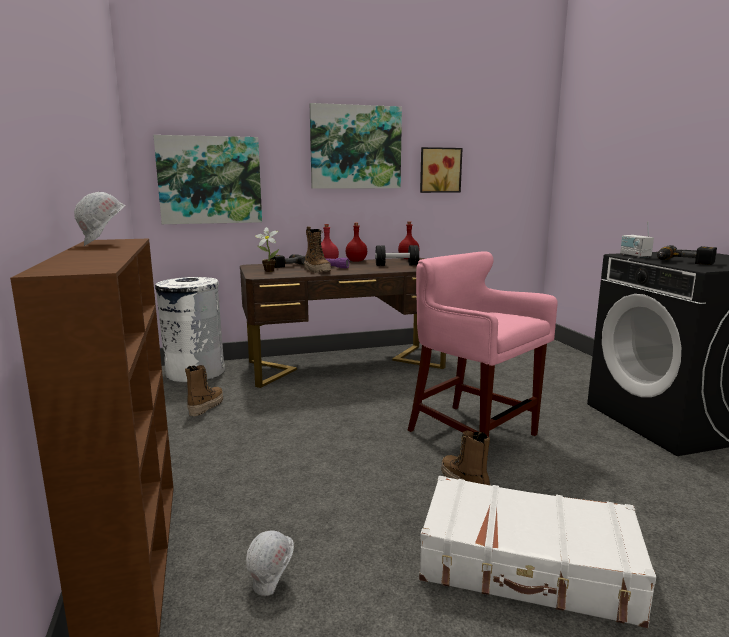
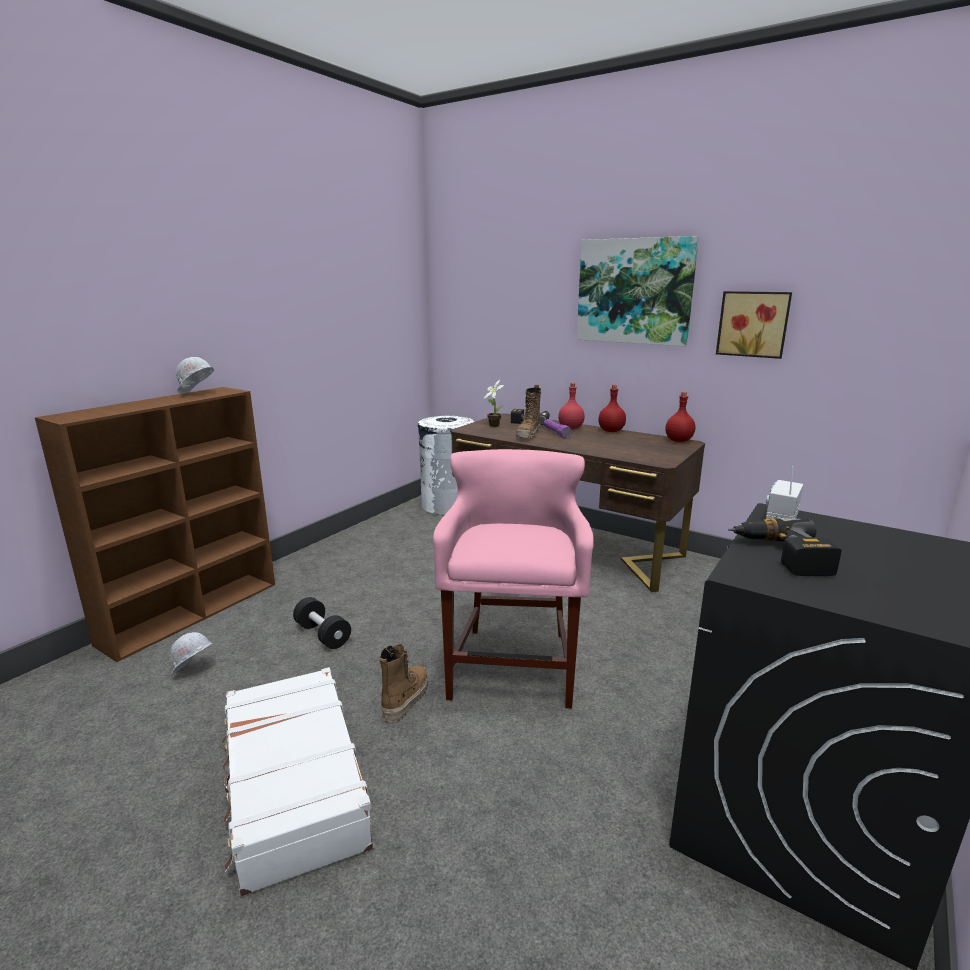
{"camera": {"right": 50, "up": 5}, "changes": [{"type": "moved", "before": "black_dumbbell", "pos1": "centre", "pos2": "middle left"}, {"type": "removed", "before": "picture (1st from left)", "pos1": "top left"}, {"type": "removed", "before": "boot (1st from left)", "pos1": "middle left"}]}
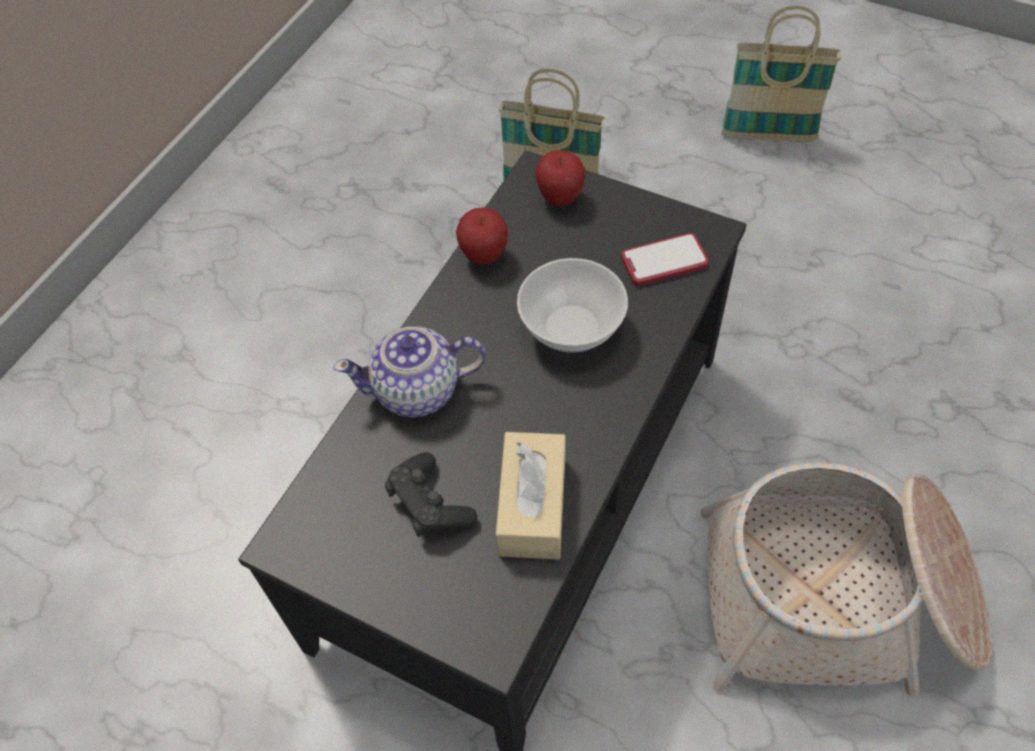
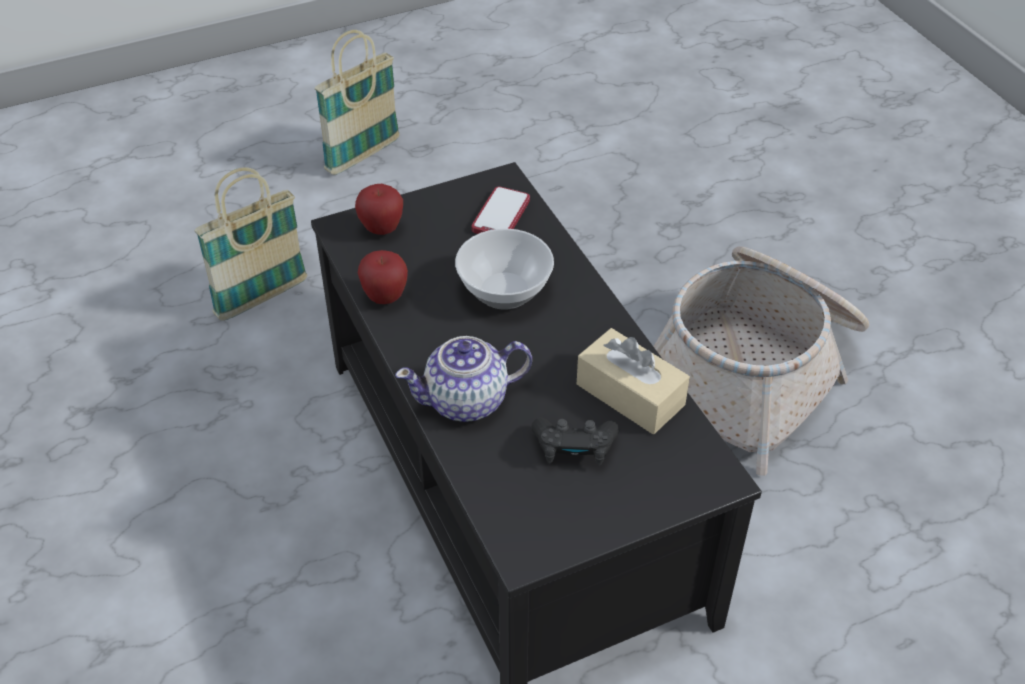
{"camera": {"right": -55, "up": -10}, "changes": [{"type": "turned", "before": "teapot", "pos1": "centre", "pos2": "centre", "turn": 45}]}
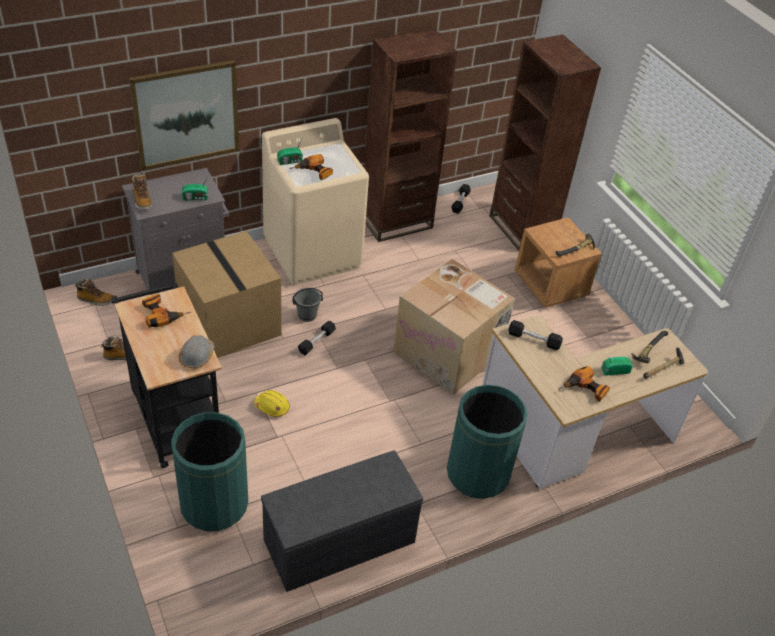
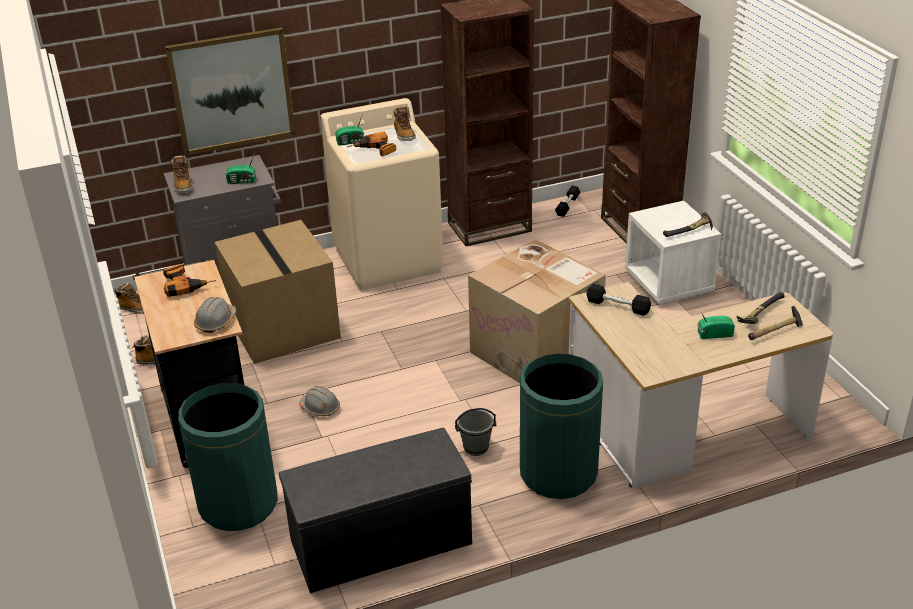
{"camera": {"right": 10, "up": -10}, "changes": [{"type": "recoloured", "before": "yellow_hard_hat", "after": "grey_hard_hat (2nd from left)", "pos1": "centre", "pos2": "centre"}, {"type": "added", "after": "boot (4th from left)", "pos2": "top centre"}, {"type": "moved", "before": "grey_bucket", "pos1": "centre", "pos2": "bottom centre"}, {"type": "recoloured", "before": "brown_nightstand", "after": "white_nightstand", "pos1": "middle right", "pos2": "middle right"}, {"type": "removed", "before": "black_dumbbell (1st from left)", "pos1": "centre"}, {"type": "removed", "before": "power_drill (3rd from left)", "pos1": "middle right"}]}
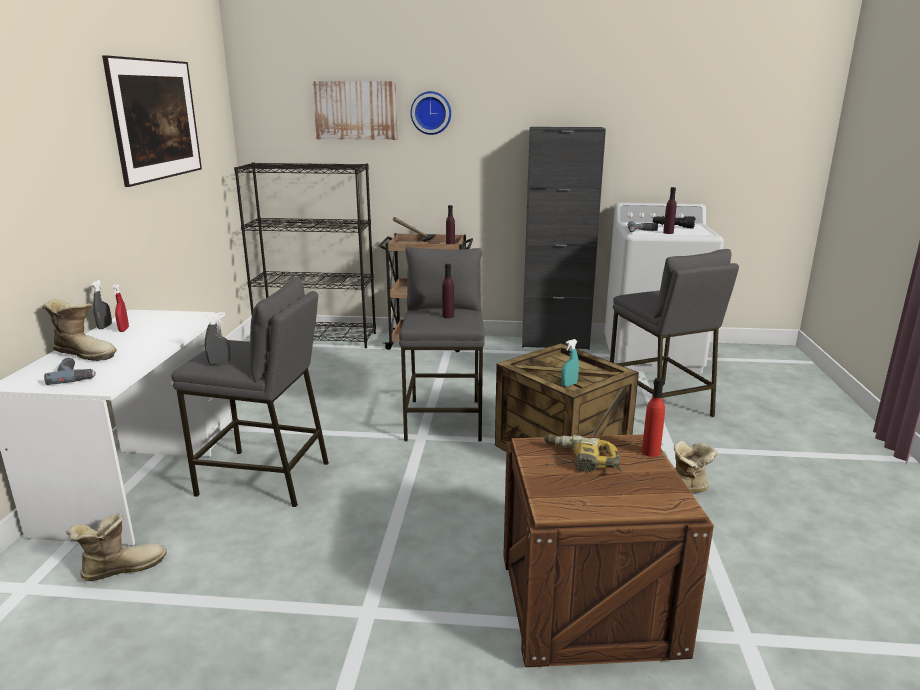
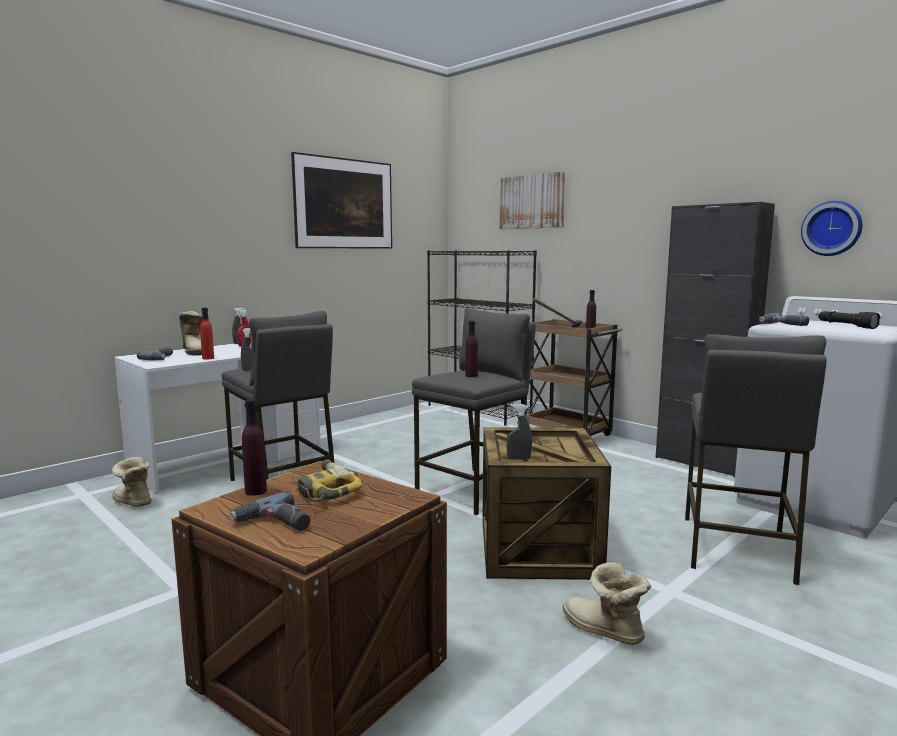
{"camera": {"right": 40, "up": -10}, "changes": [{"type": "turned", "before": "boot (2nd from left in the first image)", "pos1": "bottom left", "pos2": "middle left", "turn": -150}, {"type": "moved", "before": "red_bottle", "pos1": "middle right", "pos2": "middle left"}, {"type": "added", "after": "power_drill (2nd from left)", "pos2": "bottom left"}, {"type": "moved", "before": "purple_bottle (3rd from left in the first image)", "after": "purple_bottle (1st from left)", "pos1": "top right", "pos2": "middle left"}, {"type": "recoloured", "before": "turquoise_spray_bottle", "after": "grey_spray_bottle (3rd from left)", "pos1": "centre", "pos2": "centre"}, {"type": "moved", "before": "wall_clock", "pos1": "top centre", "pos2": "top right"}]}
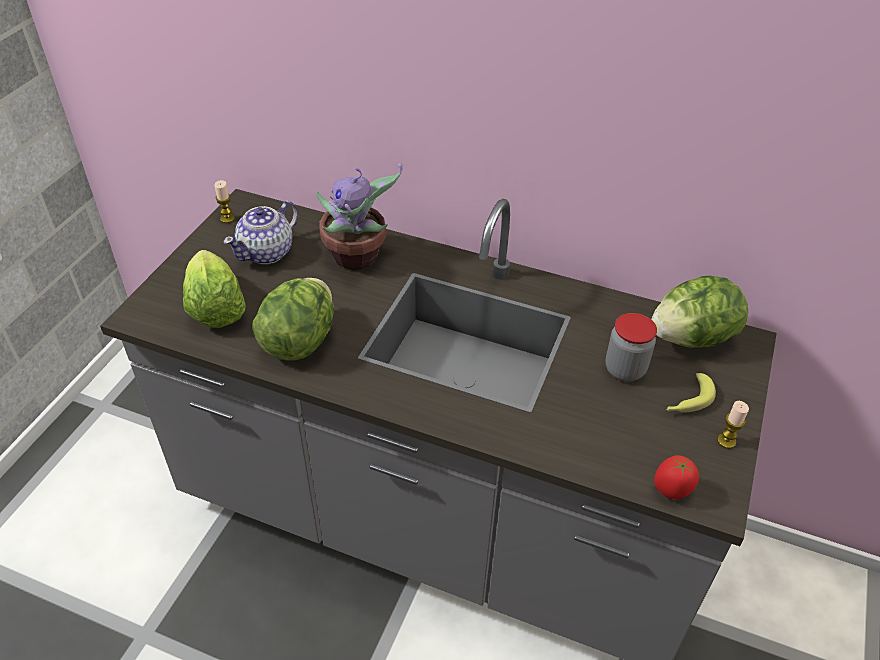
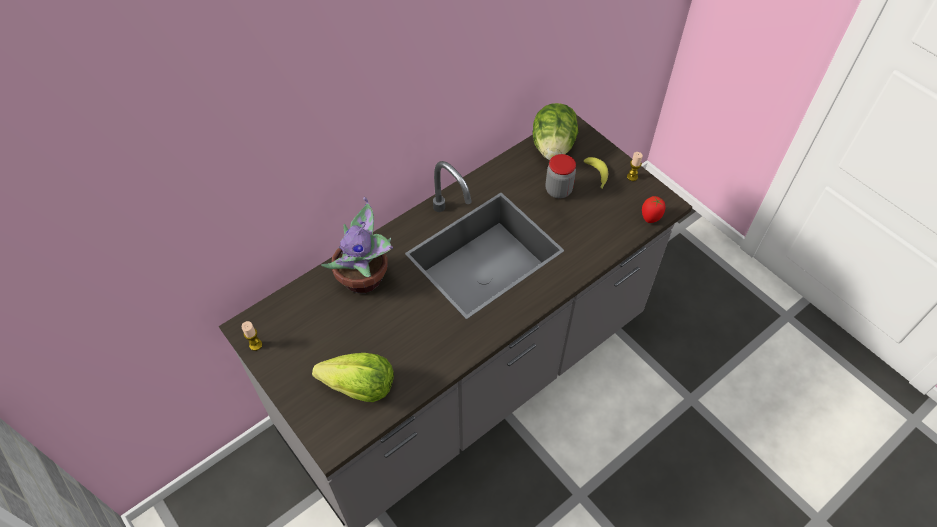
{"camera": {"right": -60, "up": 10}, "changes": [{"type": "removed", "before": "teapot", "pos1": "middle left"}, {"type": "removed", "before": "lettuce (2nd from left)", "pos1": "middle left"}]}
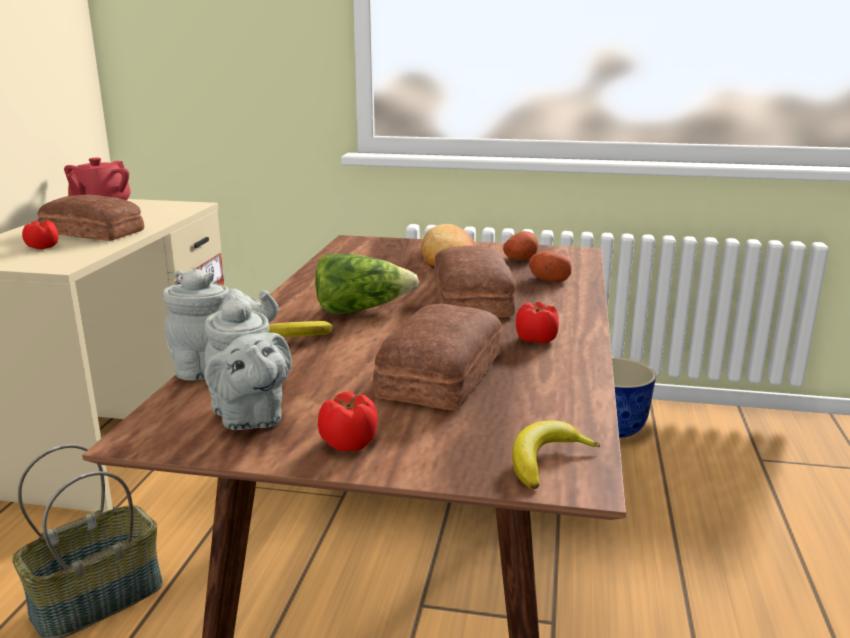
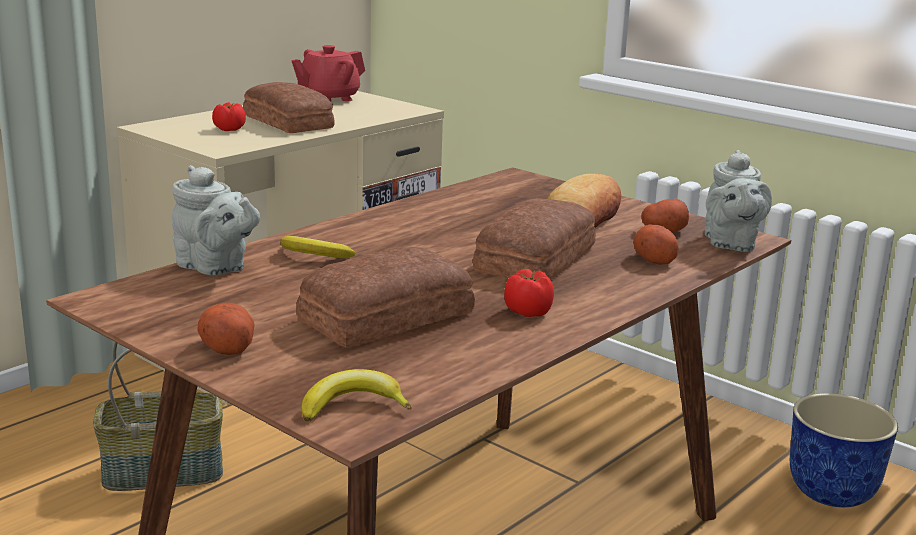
{"camera": {"right": 30, "up": 0}, "changes": [{"type": "replaced", "before": "tomato (2nd from left)", "after": "potato (1st from left)", "pos1": "centre", "pos2": "middle left"}, {"type": "moved", "before": "grey_teapot (2nd from left)", "pos1": "middle left", "pos2": "middle right"}, {"type": "removed", "before": "lettuce", "pos1": "centre"}]}
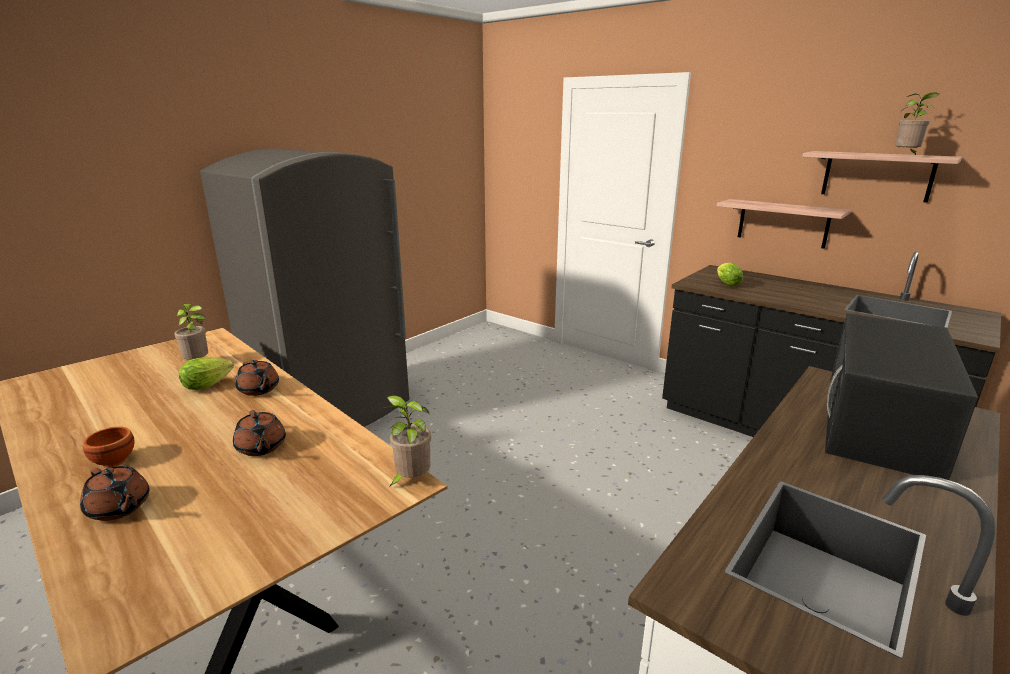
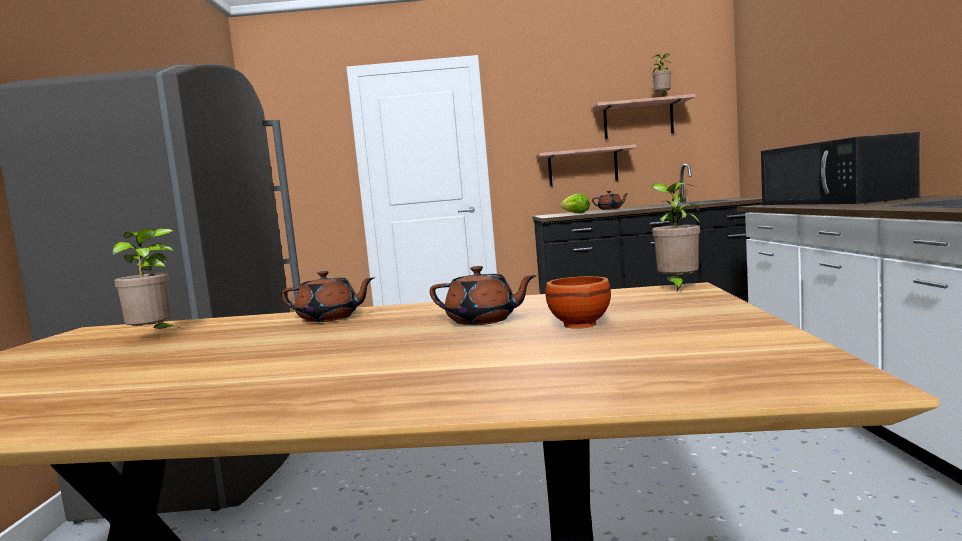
{"camera": {"right": -40, "up": -15}, "changes": [{"type": "moved", "before": "brown_bowl", "pos1": "middle left", "pos2": "centre"}, {"type": "moved", "before": "brown_teapot (1st from left in the first image)", "after": "brown_teapot (3rd from left)", "pos1": "bottom left", "pos2": "centre"}, {"type": "removed", "before": "lettuce (1st from left)", "pos1": "middle left"}]}
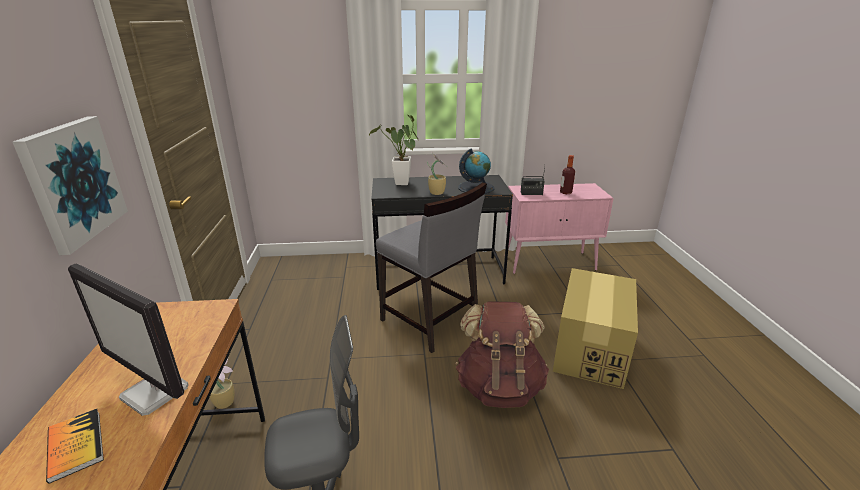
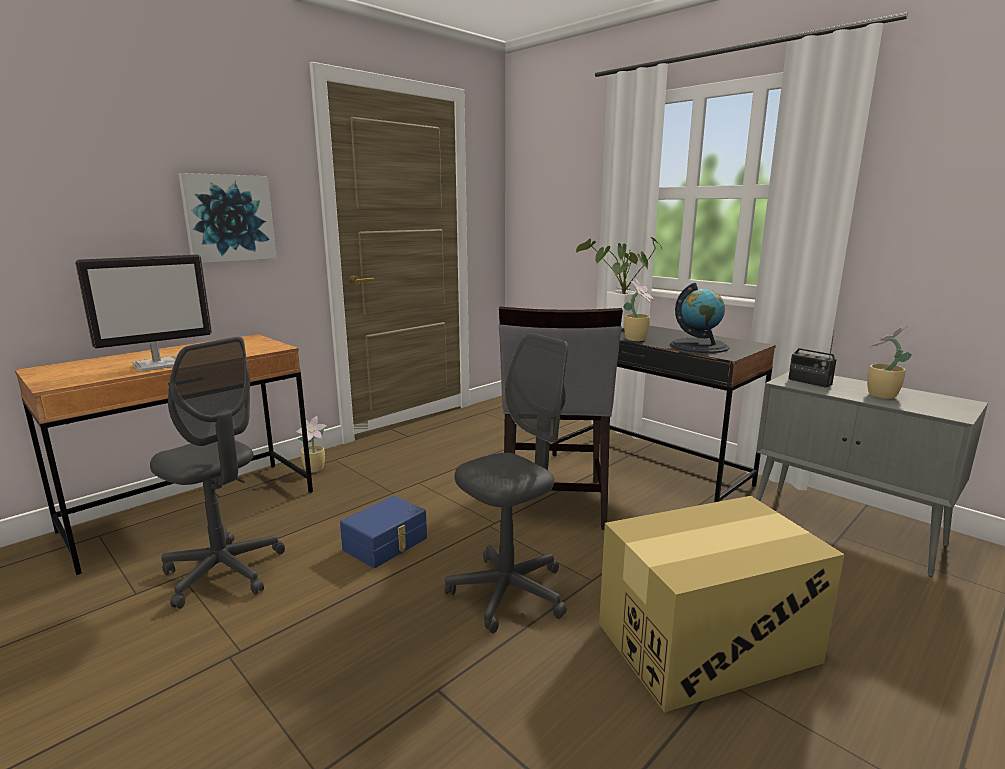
{"camera": {"right": 50, "up": -10}, "changes": [{"type": "turned", "before": "monitor", "pos1": "bottom left", "pos2": "middle left", "turn": -120}, {"type": "added", "after": "blue_storage_box", "pos2": "bottom centre"}, {"type": "replaced", "before": "brown_backpack", "after": "grey_office_chair (2nd from left)", "pos1": "bottom centre", "pos2": "centre"}, {"type": "recoloured", "before": "pink_cabinet", "after": "grey_cabinet", "pos1": "centre", "pos2": "middle right"}, {"type": "replaced", "before": "bottle", "after": "potted_plant (4th from left)", "pos1": "centre", "pos2": "middle right"}, {"type": "removed", "before": "book", "pos1": "bottom left"}]}
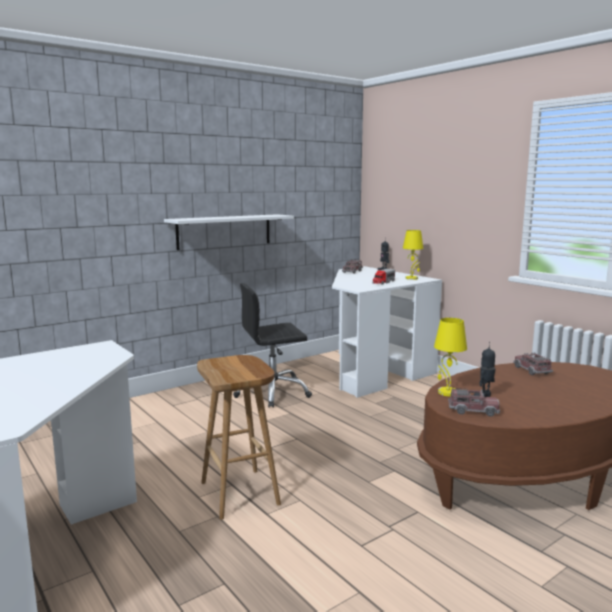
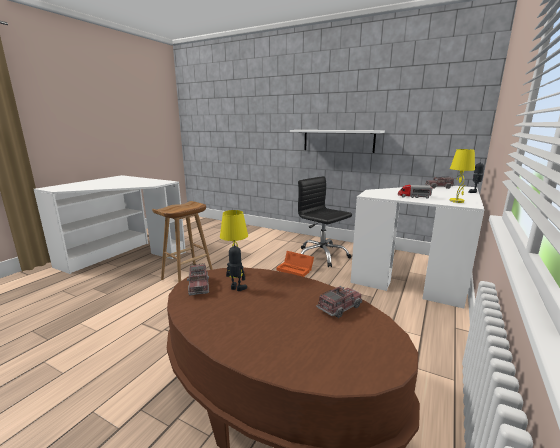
{"camera": {"right": 65, "up": 5}, "changes": [{"type": "added", "after": "orange_storage_box", "pos2": "centre"}]}
